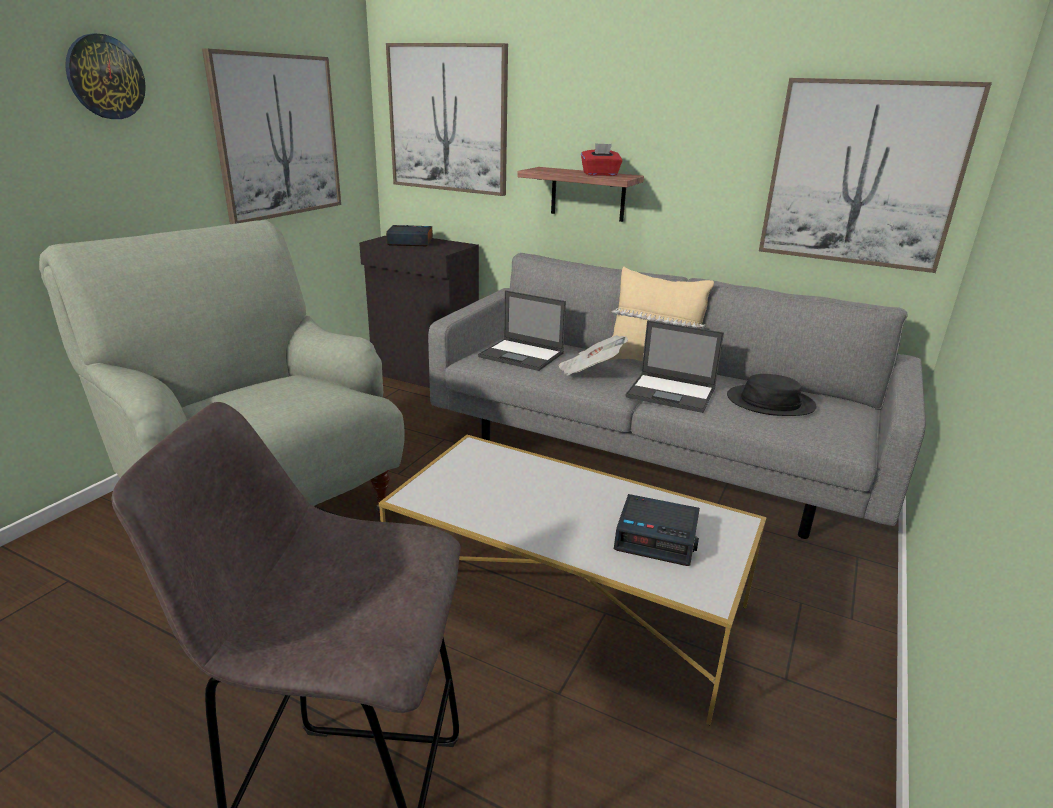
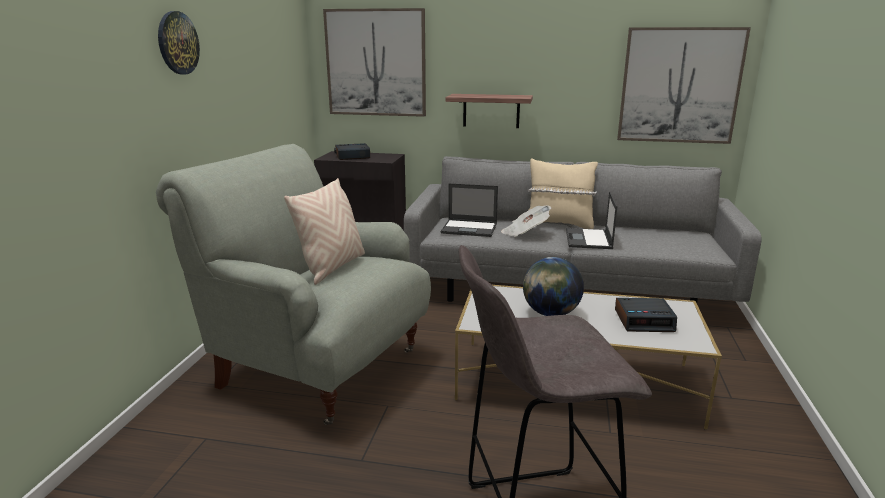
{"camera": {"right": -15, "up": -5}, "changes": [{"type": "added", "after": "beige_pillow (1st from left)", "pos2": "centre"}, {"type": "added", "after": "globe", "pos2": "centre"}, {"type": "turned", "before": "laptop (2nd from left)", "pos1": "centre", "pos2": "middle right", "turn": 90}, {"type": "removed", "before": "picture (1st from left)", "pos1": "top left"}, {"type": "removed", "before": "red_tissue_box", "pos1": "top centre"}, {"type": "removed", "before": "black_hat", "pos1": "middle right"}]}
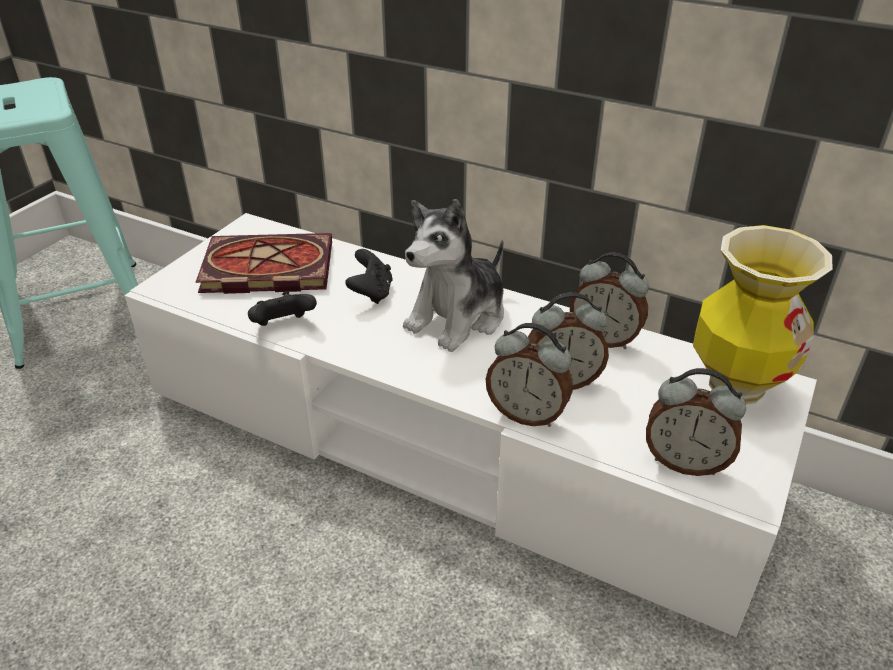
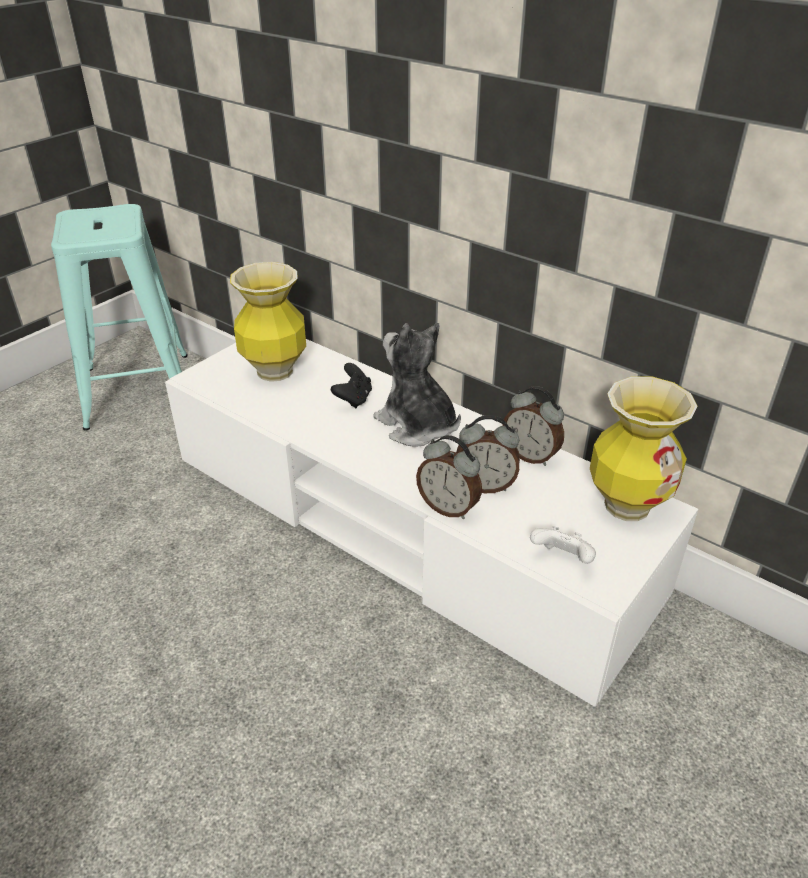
{"camera": {"right": 10, "up": 0}, "changes": [{"type": "replaced", "before": "book", "after": "vase (1st from left)", "pos1": "middle left", "pos2": "middle left"}, {"type": "turned", "before": "plush_toy", "pos1": "centre", "pos2": "centre", "turn": 90}, {"type": "replaced", "before": "alarm_clock (4th from left)", "after": "white_game_controller", "pos1": "middle right", "pos2": "middle right"}, {"type": "removed", "before": "black_game_controller (1st from left)", "pos1": "middle left"}]}
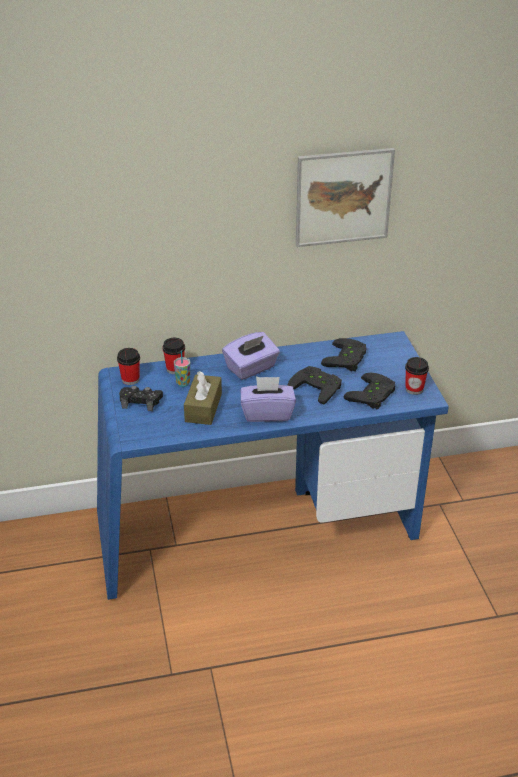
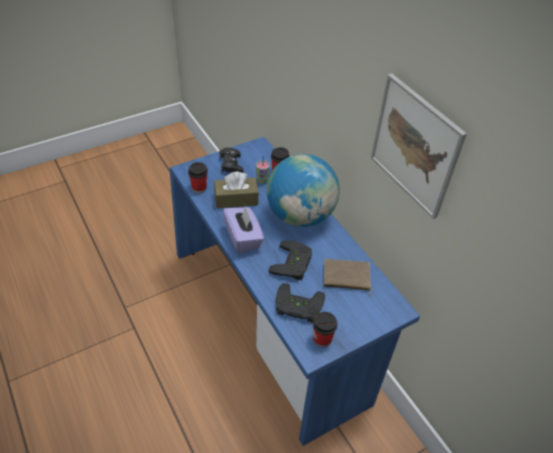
{"camera": {"right": 70, "up": 10}, "changes": [{"type": "moved", "before": "cup (1st from left)", "pos1": "middle left", "pos2": "centre"}, {"type": "replaced", "before": "purple_tissue_box (1st from left)", "after": "globe", "pos1": "centre", "pos2": "centre"}, {"type": "replaced", "before": "black_game_controller (3rd from left)", "after": "brown_book", "pos1": "centre", "pos2": "centre"}]}
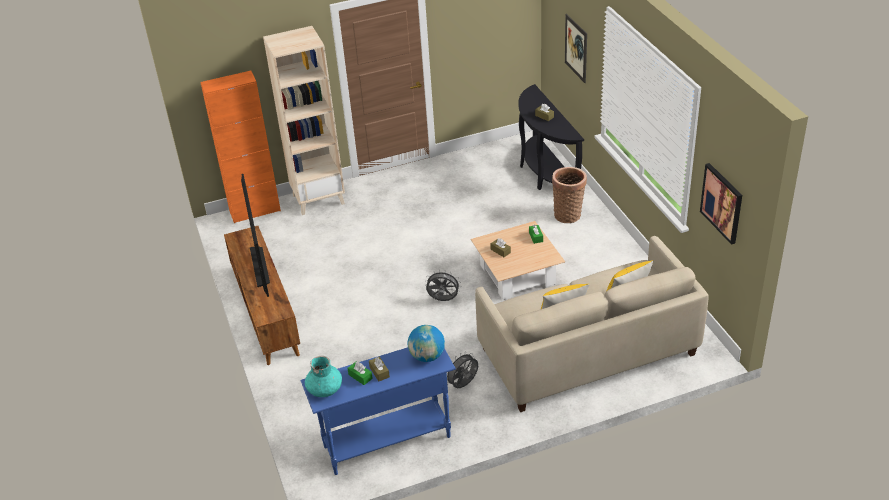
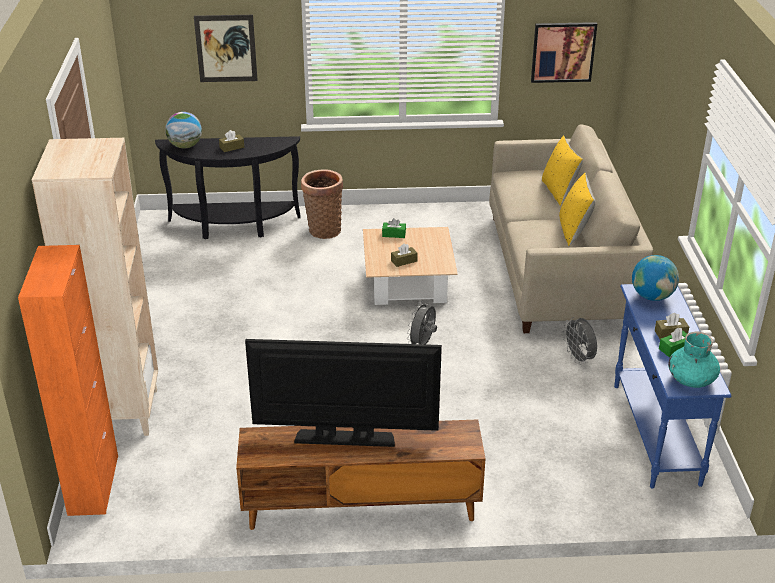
{"camera": {"right": -75, "up": -5}, "changes": [{"type": "added", "after": "globe (1st from left)", "pos2": "top left"}]}
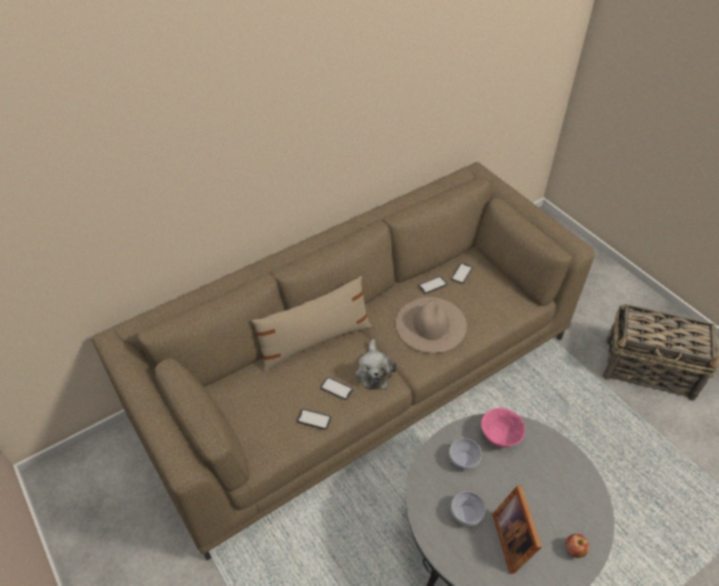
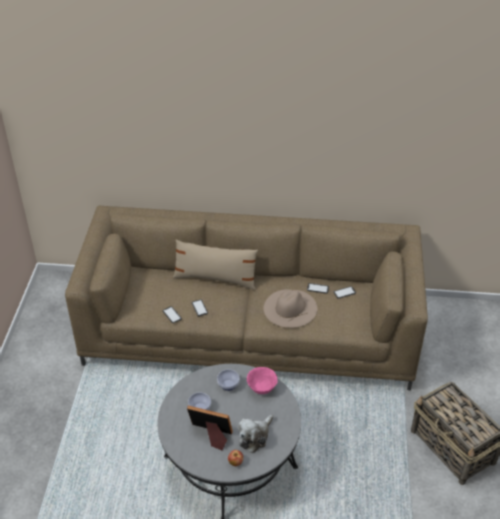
{"camera": {"right": 40, "up": -5}, "changes": [{"type": "turned", "before": "picture_frame", "pos1": "bottom right", "pos2": "bottom centre", "turn": 75}, {"type": "moved", "before": "plush_toy", "pos1": "centre", "pos2": "bottom centre"}]}
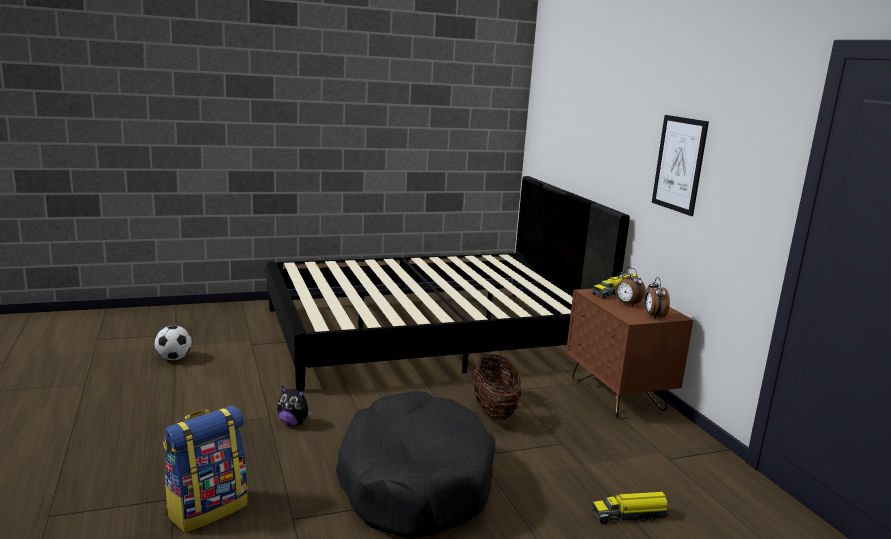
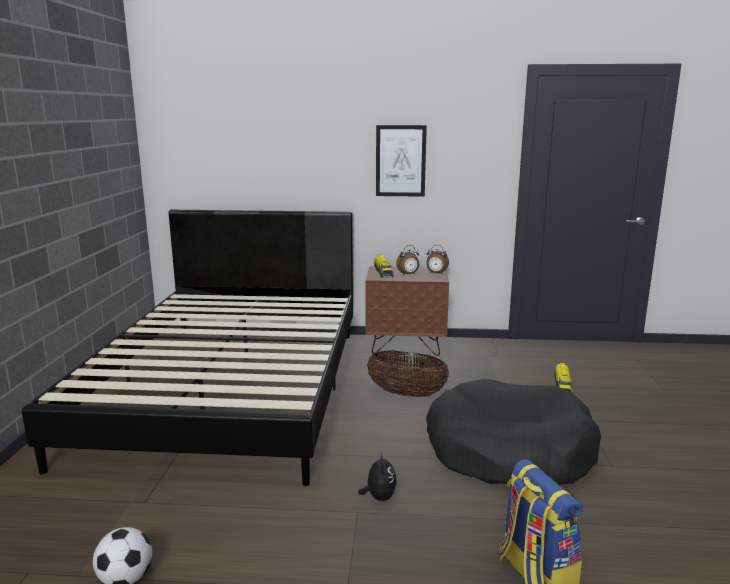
{"camera": {"right": -65, "up": 0}, "changes": [{"type": "turned", "before": "plush_toy", "pos1": "bottom left", "pos2": "bottom centre", "turn": -45}]}
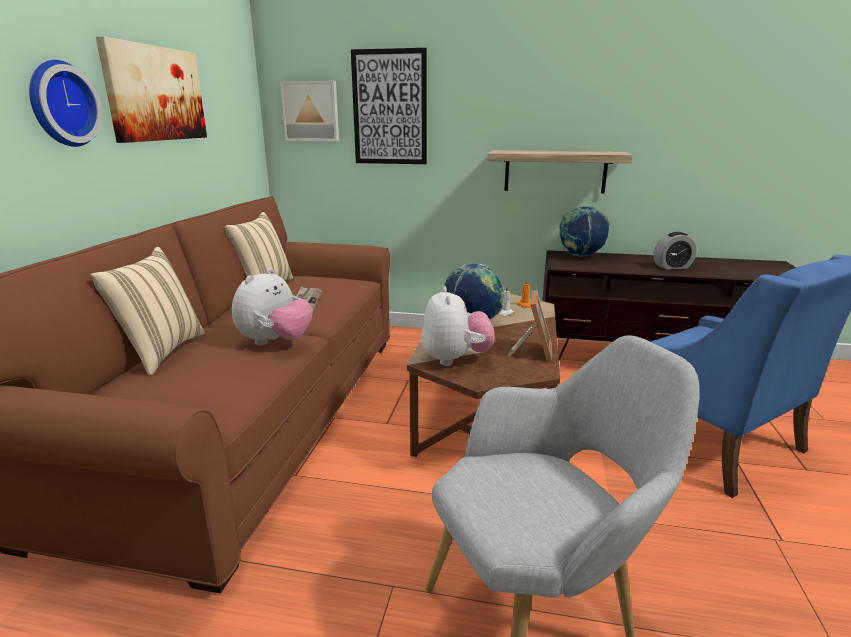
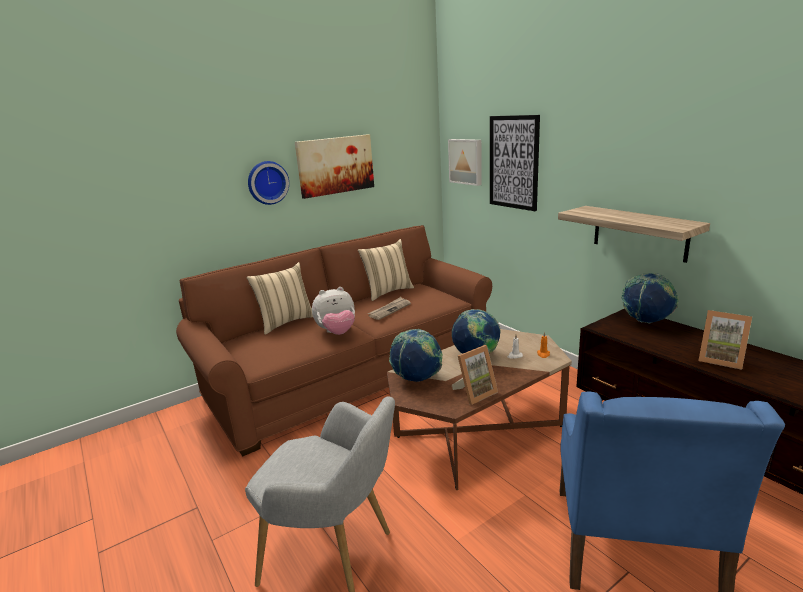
{"camera": {"right": 45, "up": 0}, "changes": [{"type": "replaced", "before": "plush_toy (2nd from left)", "after": "globe (1st from left)", "pos1": "centre", "pos2": "centre"}, {"type": "replaced", "before": "alarm_clock", "after": "picture_frame (2nd from left)", "pos1": "middle right", "pos2": "middle right"}]}
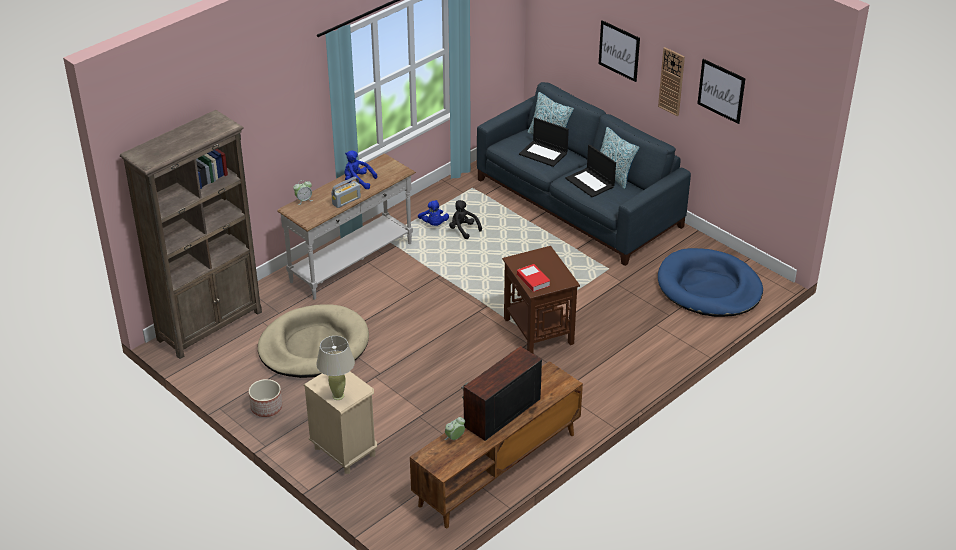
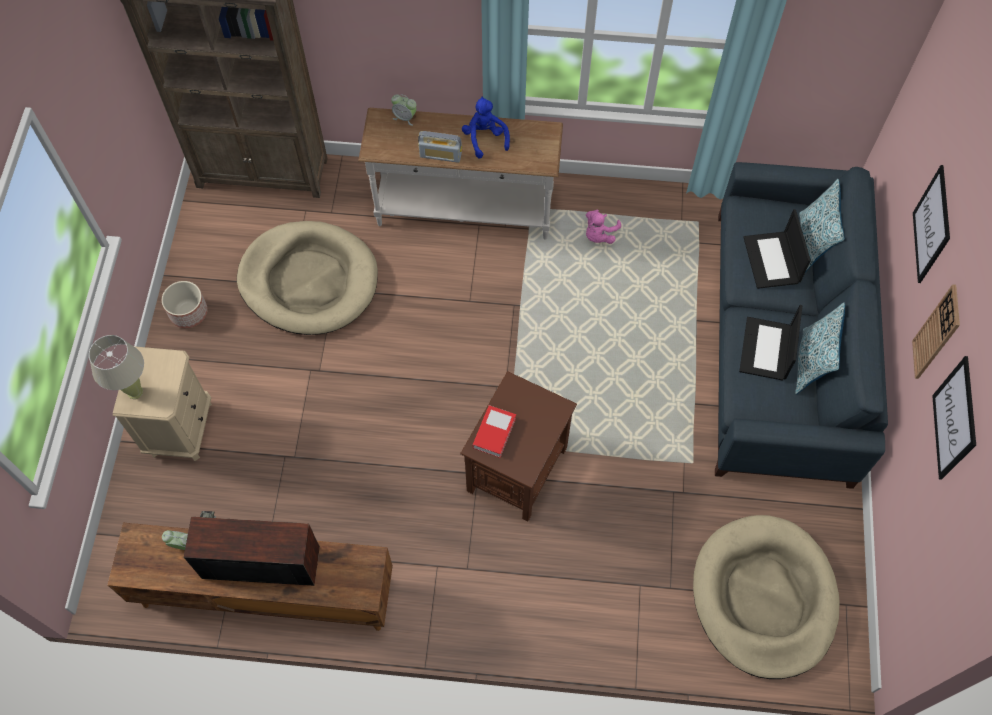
{"camera": {"right": 50, "up": 25}, "changes": [{"type": "recoloured", "before": "blue_plush_toy (2nd from left)", "after": "pink_plush_toy", "pos1": "centre", "pos2": "top centre"}, {"type": "recoloured", "before": "blue_dog_bed", "after": "beige_dog_bed (2nd from left)", "pos1": "middle right", "pos2": "bottom right"}, {"type": "removed", "before": "black_plush_toy", "pos1": "centre"}]}
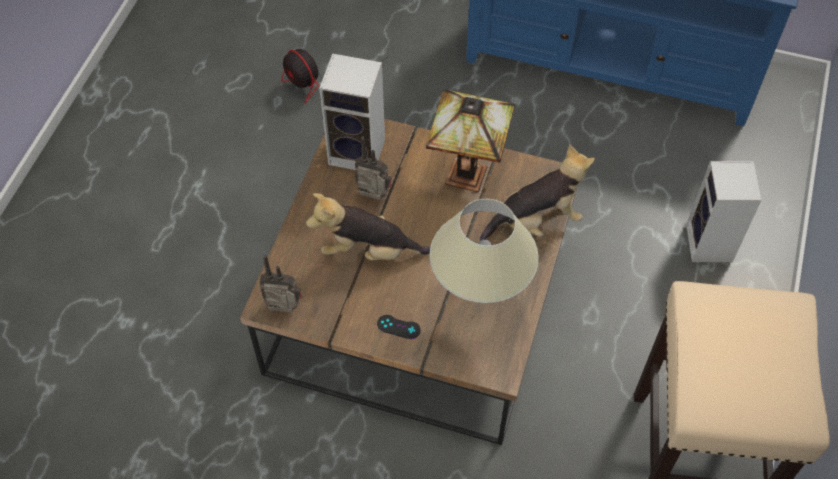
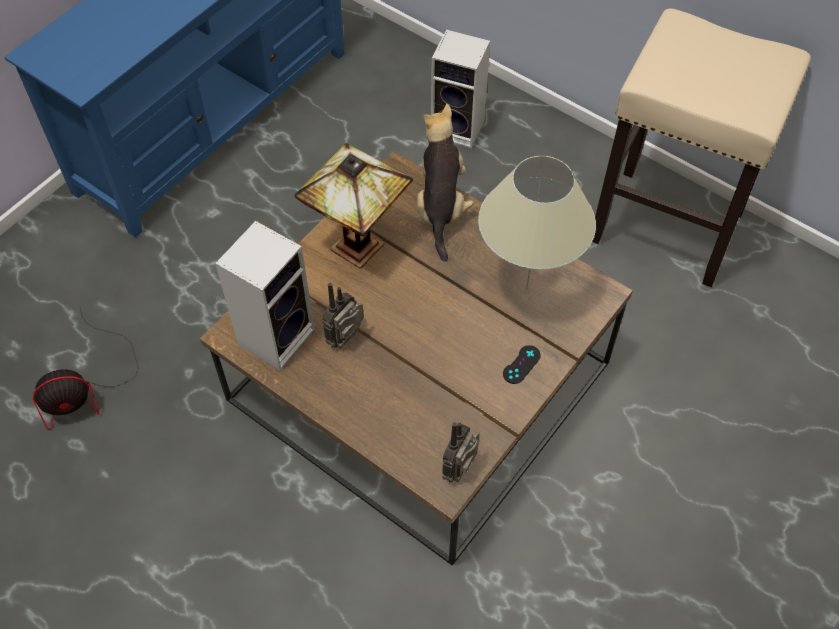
{"camera": {"right": -70, "up": 0}, "changes": [{"type": "removed", "before": "plush_toy (1st from left)", "pos1": "centre"}]}
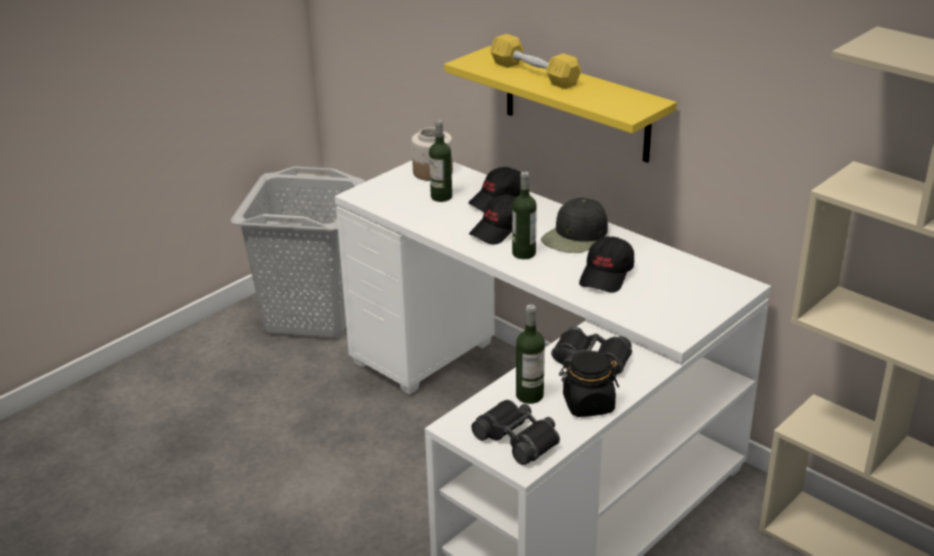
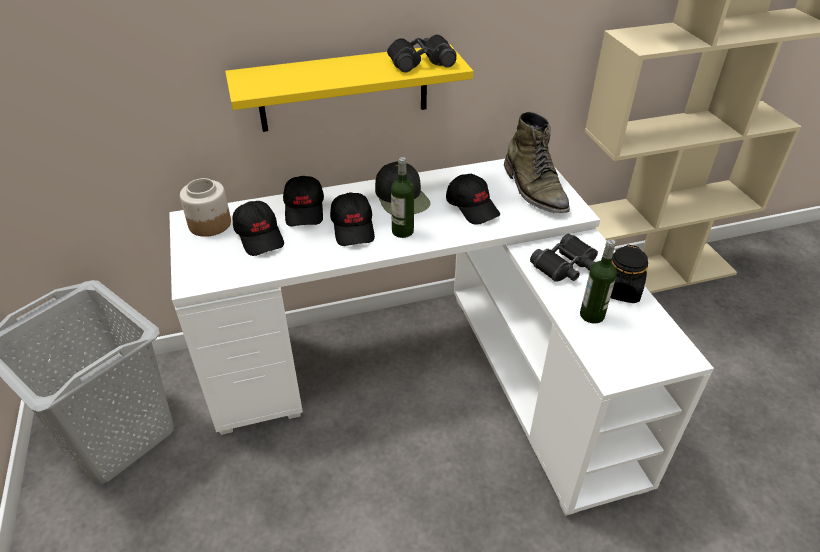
{"camera": {"right": -60, "up": 10}, "changes": [{"type": "replaced", "before": "bottle (1st from left)", "after": "black_cap (1st from left)", "pos1": "top centre", "pos2": "middle left"}, {"type": "moved", "before": "black_binoculars (1st from left)", "pos1": "bottom centre", "pos2": "top centre"}, {"type": "added", "after": "green_boot", "pos2": "top centre"}, {"type": "removed", "before": "yellow_dumbbell", "pos1": "top centre"}]}
